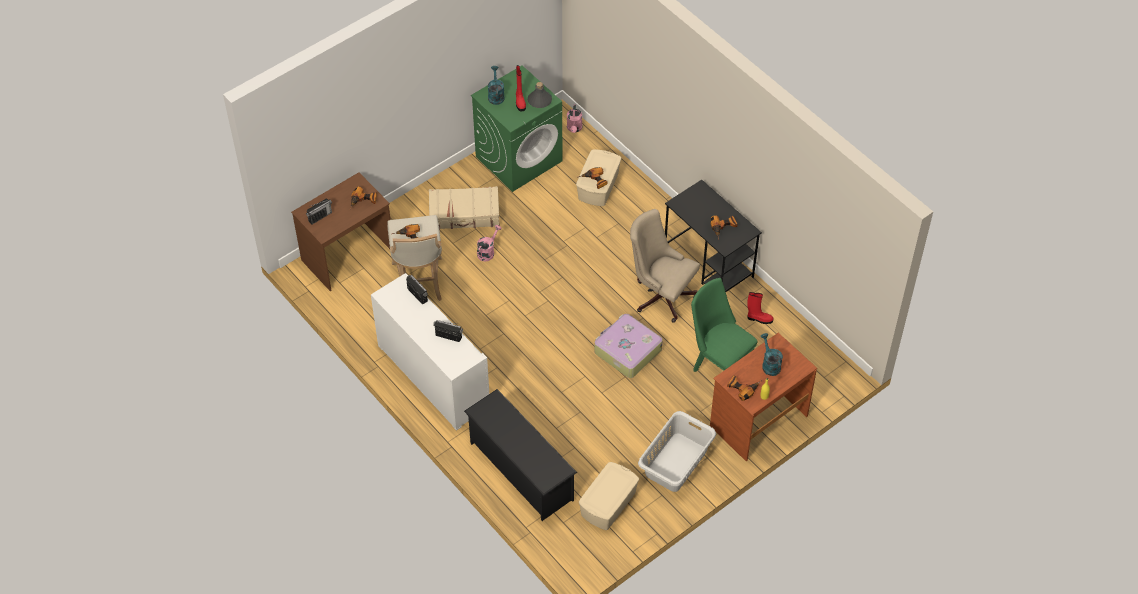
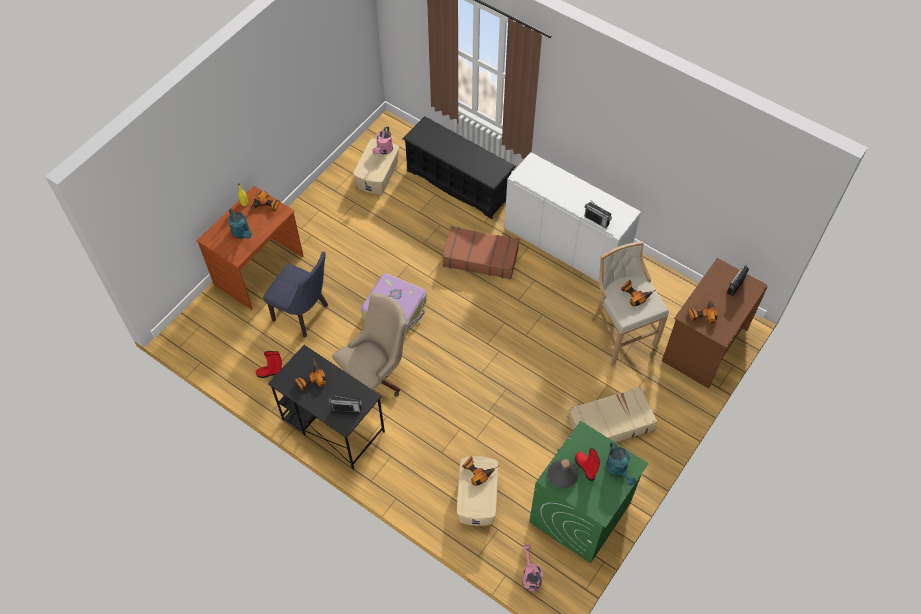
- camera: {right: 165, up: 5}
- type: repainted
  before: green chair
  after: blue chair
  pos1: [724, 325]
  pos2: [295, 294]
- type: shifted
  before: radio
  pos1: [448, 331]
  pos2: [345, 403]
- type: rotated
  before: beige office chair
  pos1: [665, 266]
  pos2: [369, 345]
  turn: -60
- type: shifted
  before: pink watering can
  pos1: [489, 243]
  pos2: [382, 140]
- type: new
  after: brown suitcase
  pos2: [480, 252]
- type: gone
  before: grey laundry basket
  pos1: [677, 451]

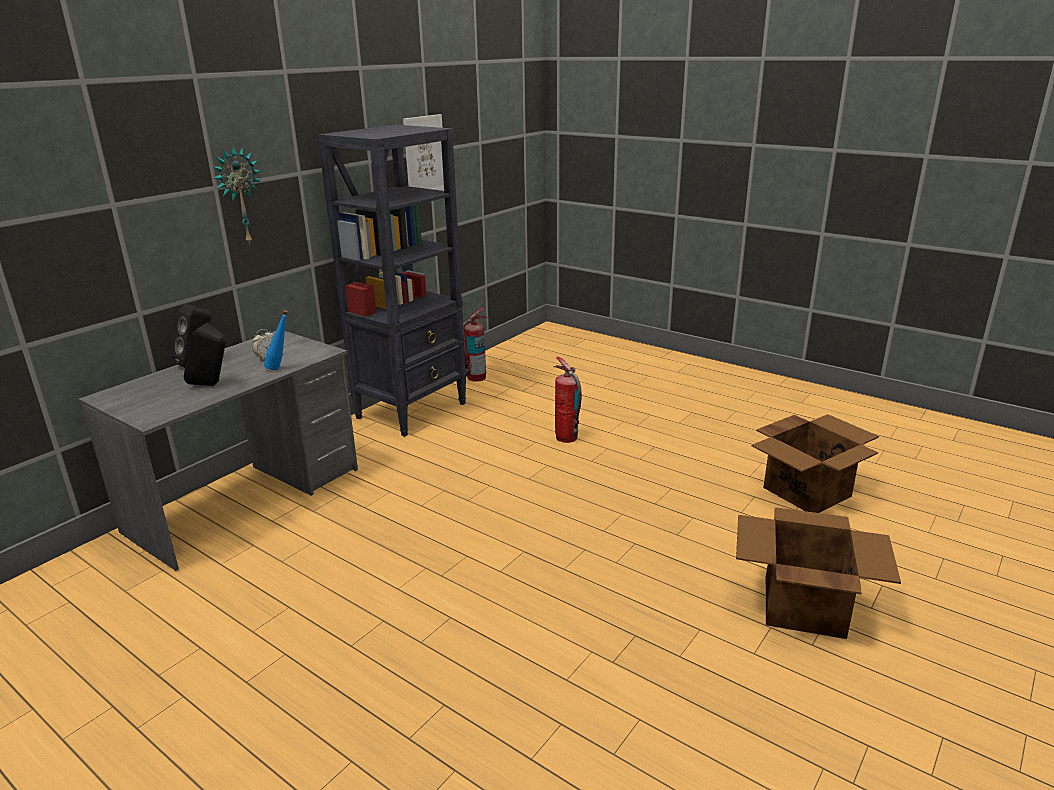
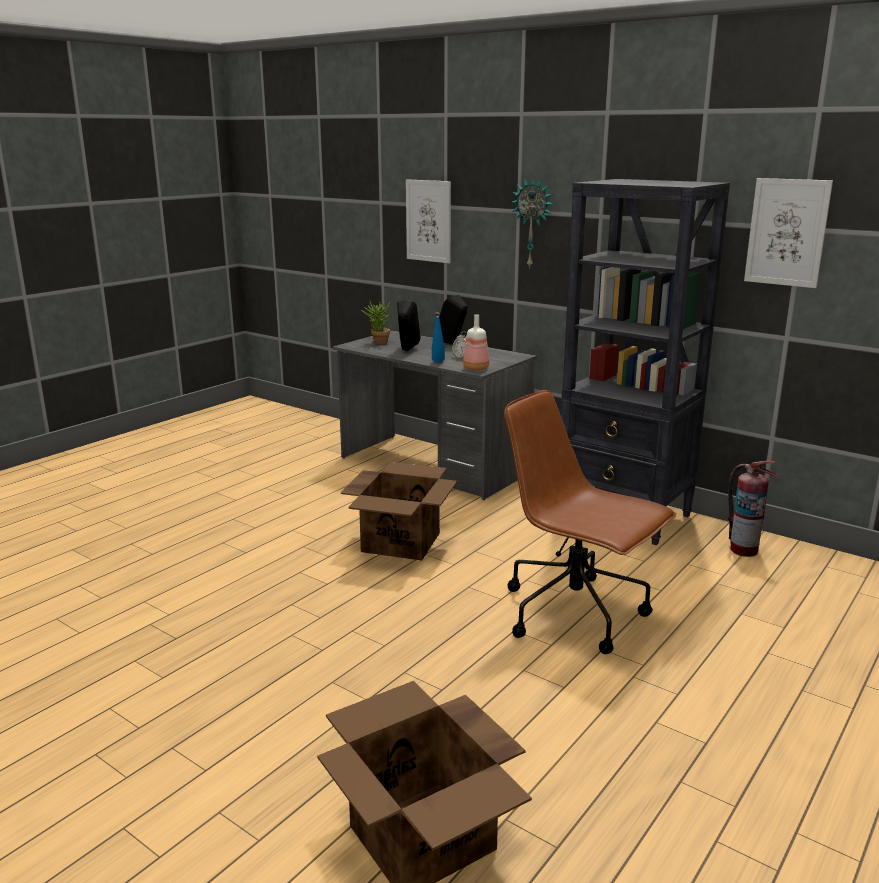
- camera: {right: 90, up: -5}
- type: shifted
  before: cardboard box
  pos1: [818, 573]
  pos2: [399, 511]
- type: new
  after: potted plant
  pos2: [376, 322]
- type: new
  after: picture
  pos2: [428, 221]
- type: new
  after: bottle
  pos2: [476, 342]
- type: swapped
  before: fire extinguisher
  after: brown office chair
  pos1: [567, 400]
  pos2: [590, 522]

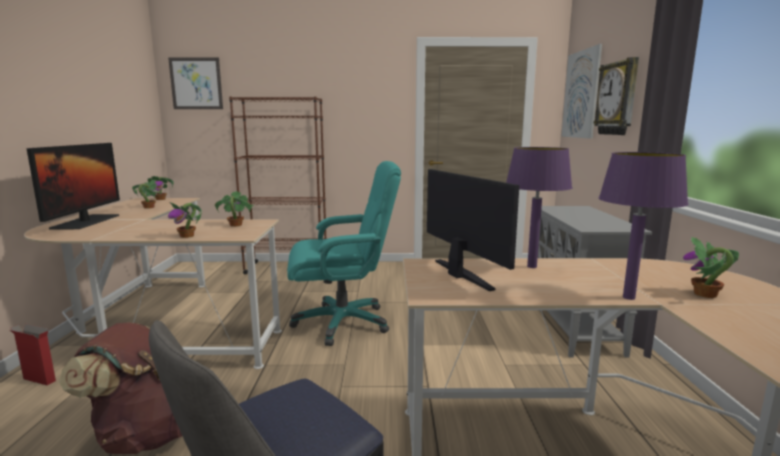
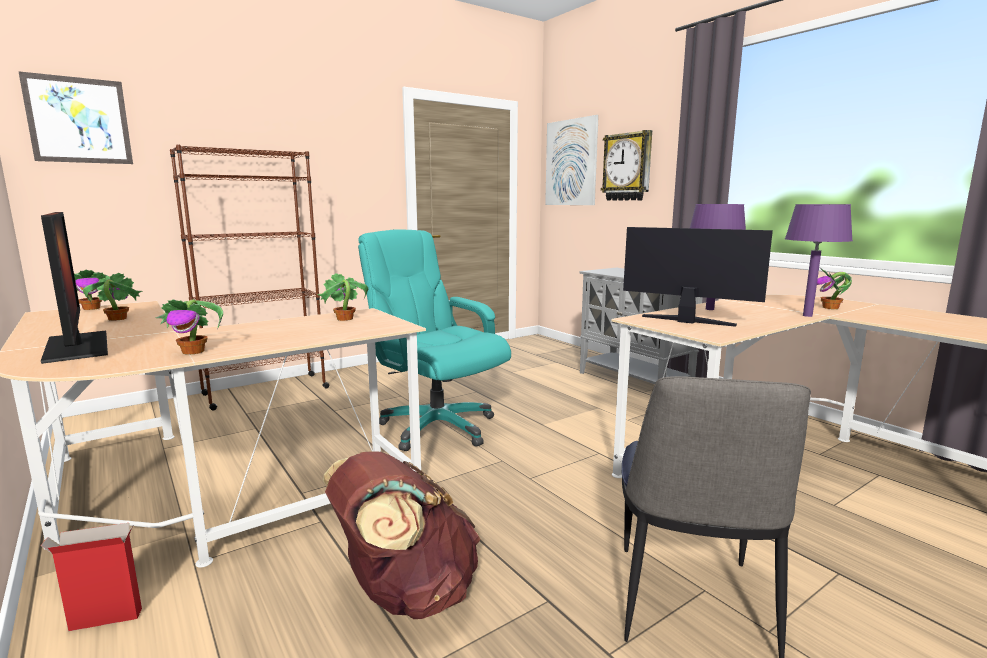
- camera: {right: -35, up: 0}
- type: shifted
  before: potted plant
  pos1: [185, 220]
  pos2: [189, 327]
- type: rotated
  before: turquoise office chair
  pos1: [344, 253]
  pos2: [434, 340]
  turn: -90

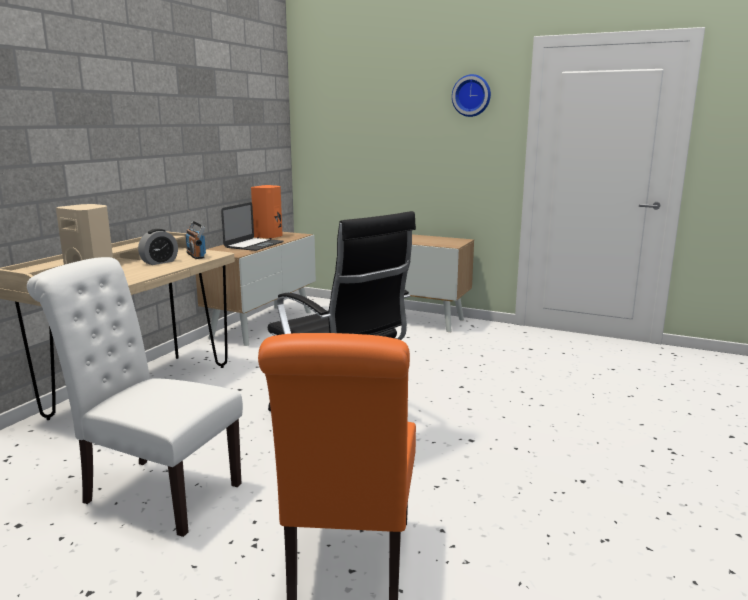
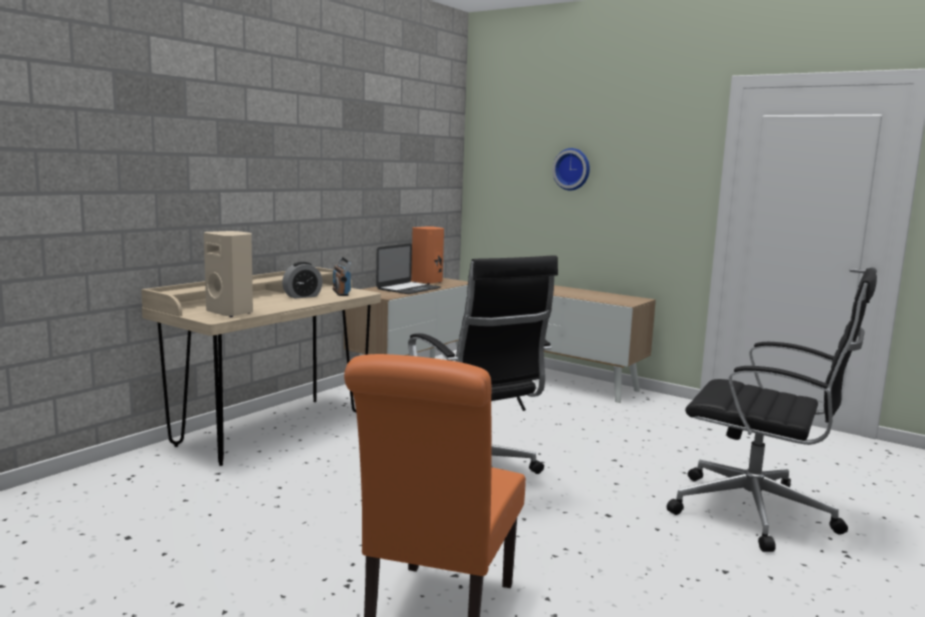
- camera: {right: 10, up: -5}
- type: shifted
  before: wall clock
  pos1: [471, 95]
  pos2: [571, 169]
- type: new
  after: black office chair
  pos2: [772, 410]
- type: gone
  before: white chair
  pos1: [135, 397]

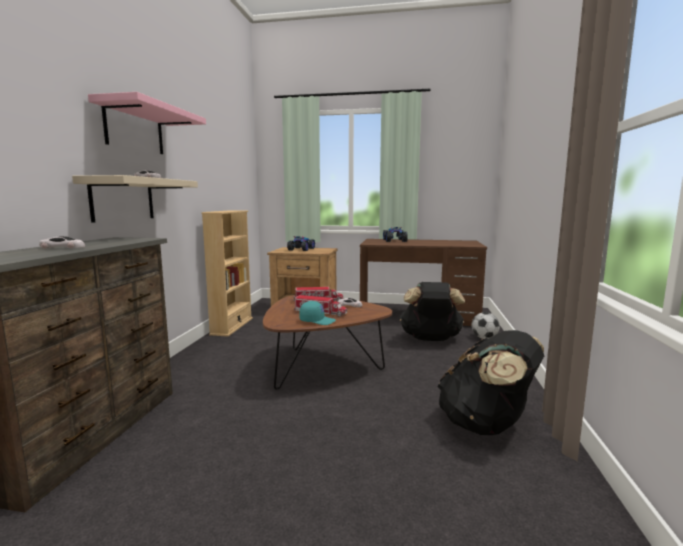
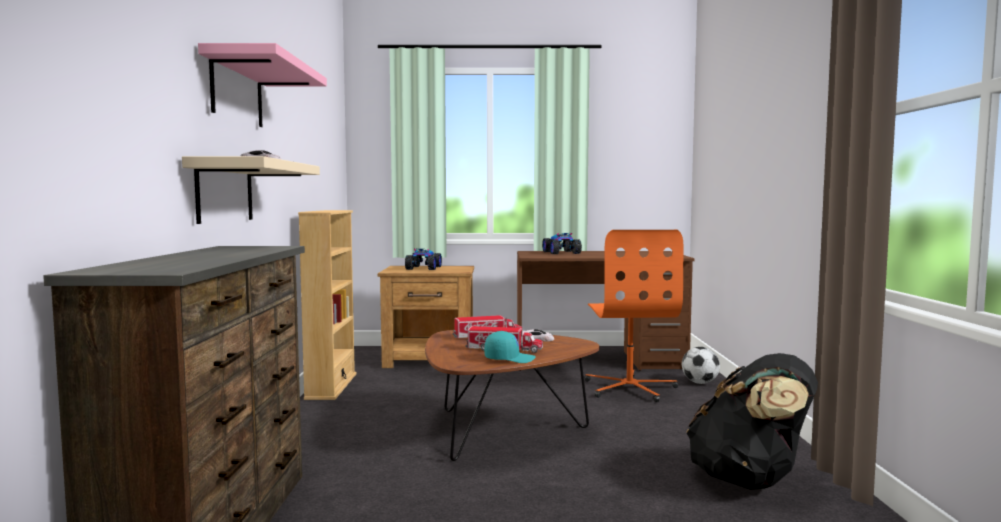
- camera: {right: -10, up: -5}
- type: swapped
  before: black backpack
  after: orange office chair
  pos1: [432, 311]
  pos2: [634, 316]
- type: gone
  before: white toy car
  pos1: [62, 242]

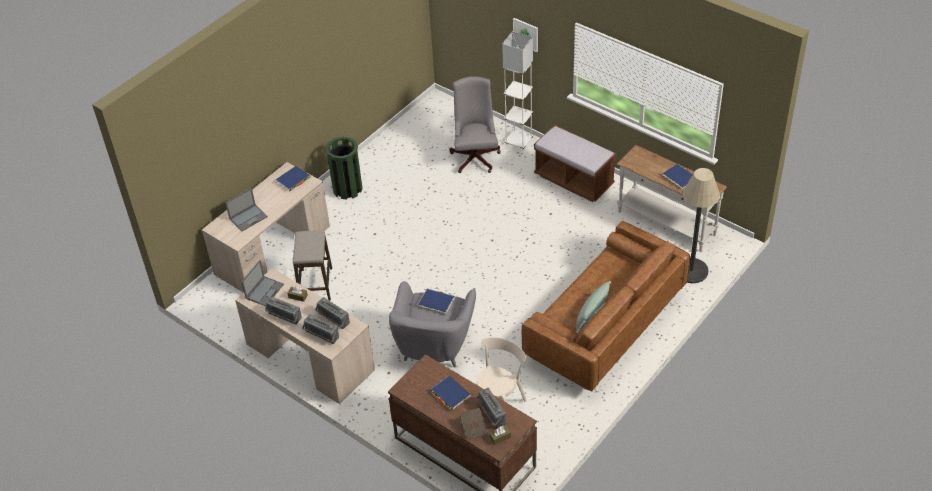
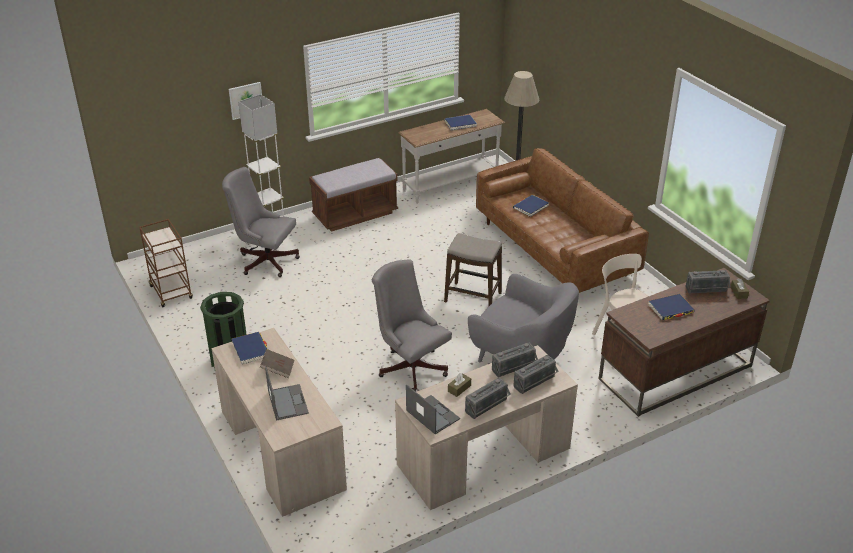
- camera: {right: -70, up: -10}
- type: new
  after: brown cart
  pos2: [166, 263]
- type: shifted
  before: brown book
  pos1: [474, 423]
  pos2: [277, 363]
- type: new
  after: grey office chair
  pos2: [412, 325]
- type: shifted
  before: stool
  pos1: [312, 265]
  pos2: [473, 269]
- type: shifted
  before: blue book
  pos1: [436, 301]
  pos2: [531, 206]
- type: gone
  before: green pillow
  pos1: [593, 307]

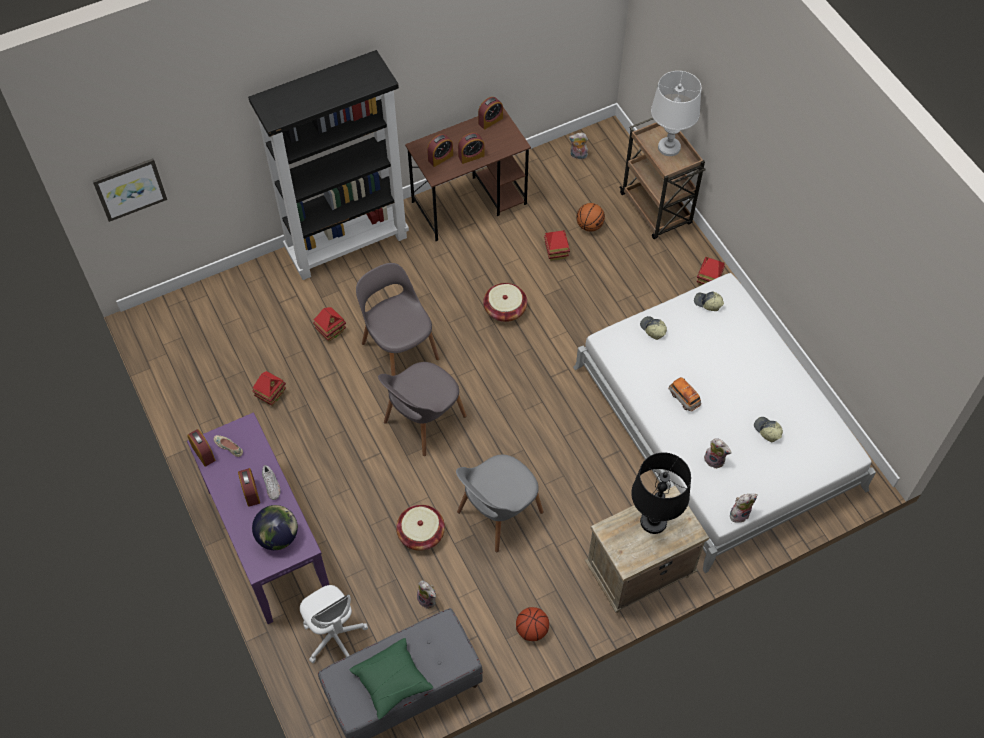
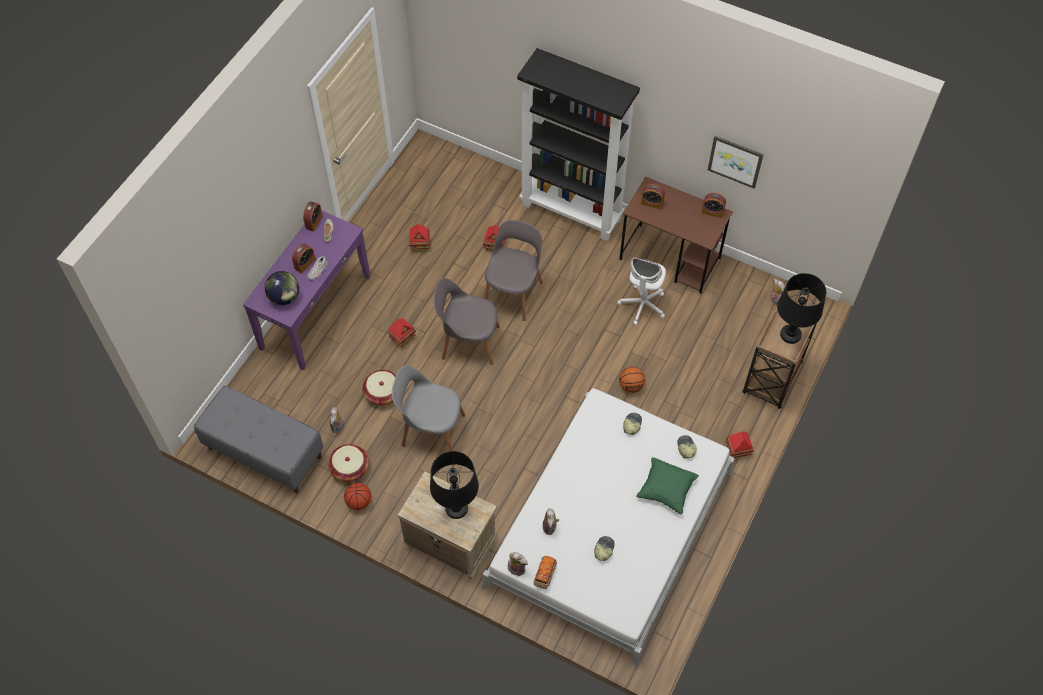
- camera: {right: 55, up: 0}
- type: shifted
  before: basket
  pos1: [505, 302]
  pos2: [348, 463]
- type: shifted
  before: toy house
  pos1: [557, 245]
  pos2: [402, 332]
- type: shifted
  before: toy car
  pos1: [684, 394]
  pos2: [545, 572]
- type: shifted
  before: white office chair
  pos1: [334, 624]
  pos2: [642, 291]
- type: shifted
  before: basketball
  pos1: [590, 217]
  pos2: [632, 380]
- type: shifted
  before: green pillow
  pos1: [391, 679]
  pos2: [667, 486]
- type: shifted
  before: picture
  pos1: [130, 190]
  pos2: [736, 162]
- type: repainted
  before: white table lamp
  after: black table lamp
  pos1: [676, 113]
  pos2: [801, 308]
- type: gone
  before: alarm clock
  pos1: [471, 148]

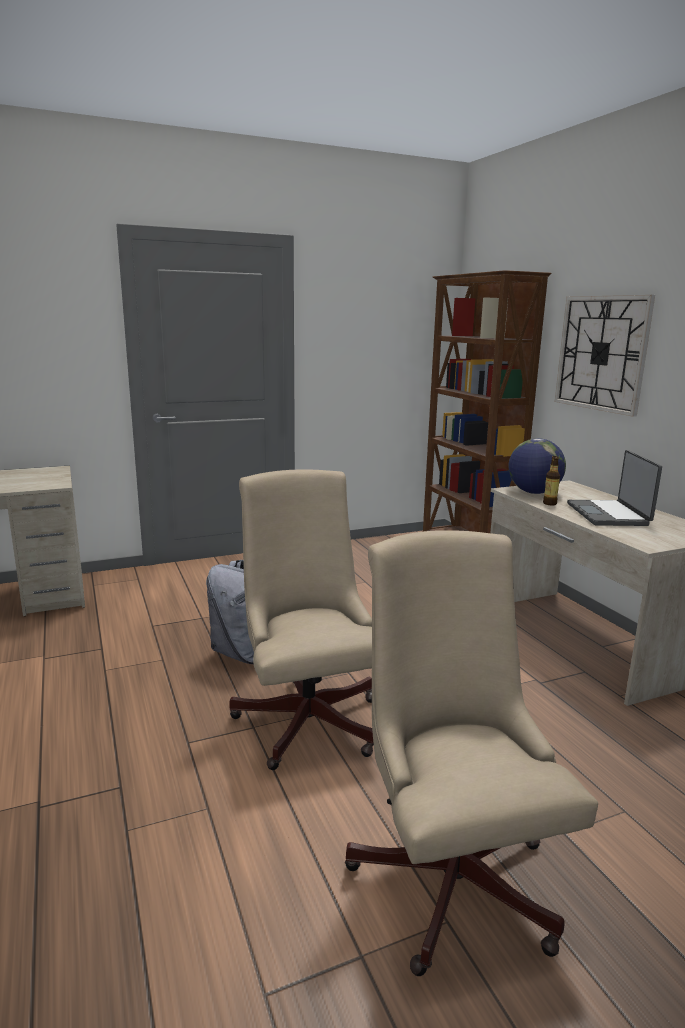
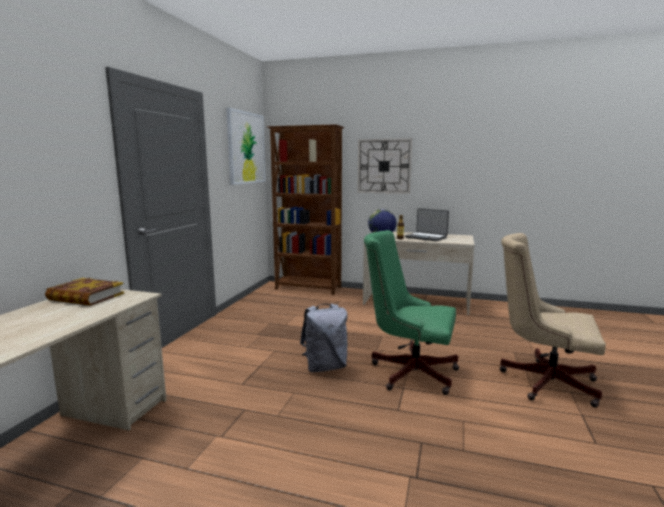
- camera: {right: -50, up: -5}
- type: new
  after: book
  pos2: [84, 292]
- type: new
  after: picture
  pos2: [246, 146]
- type: repainted
  before: beige office chair
  after: green office chair
  pos1: [301, 620]
  pos2: [411, 312]

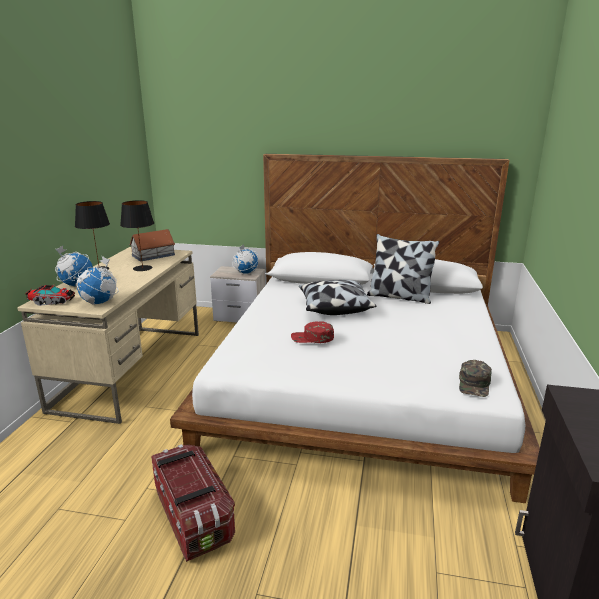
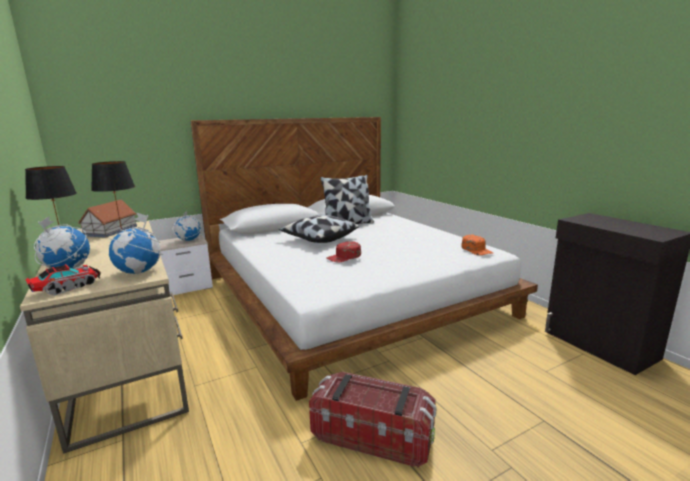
- camera: {right: -40, up: -5}
- type: repainted
  before: green cap
  after: orange cap
  pos1: [475, 378]
  pos2: [477, 244]

